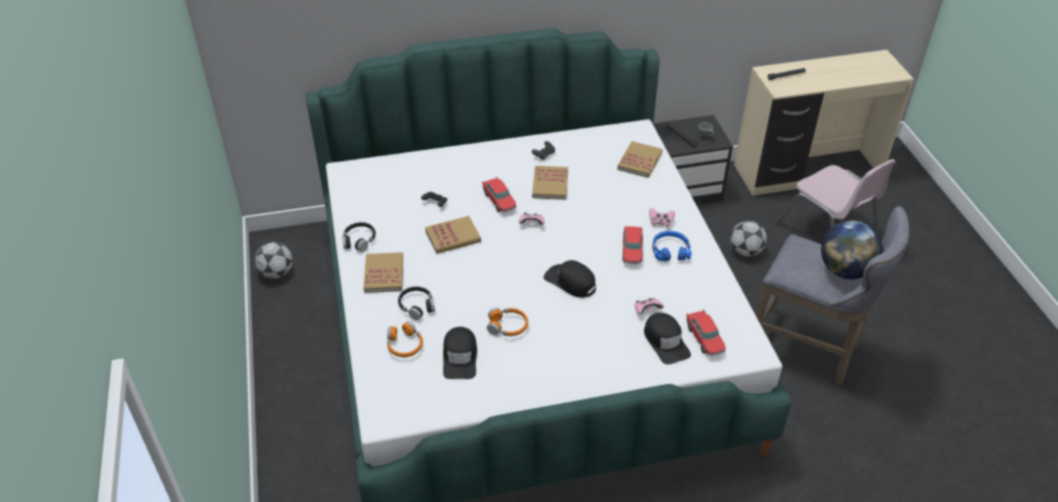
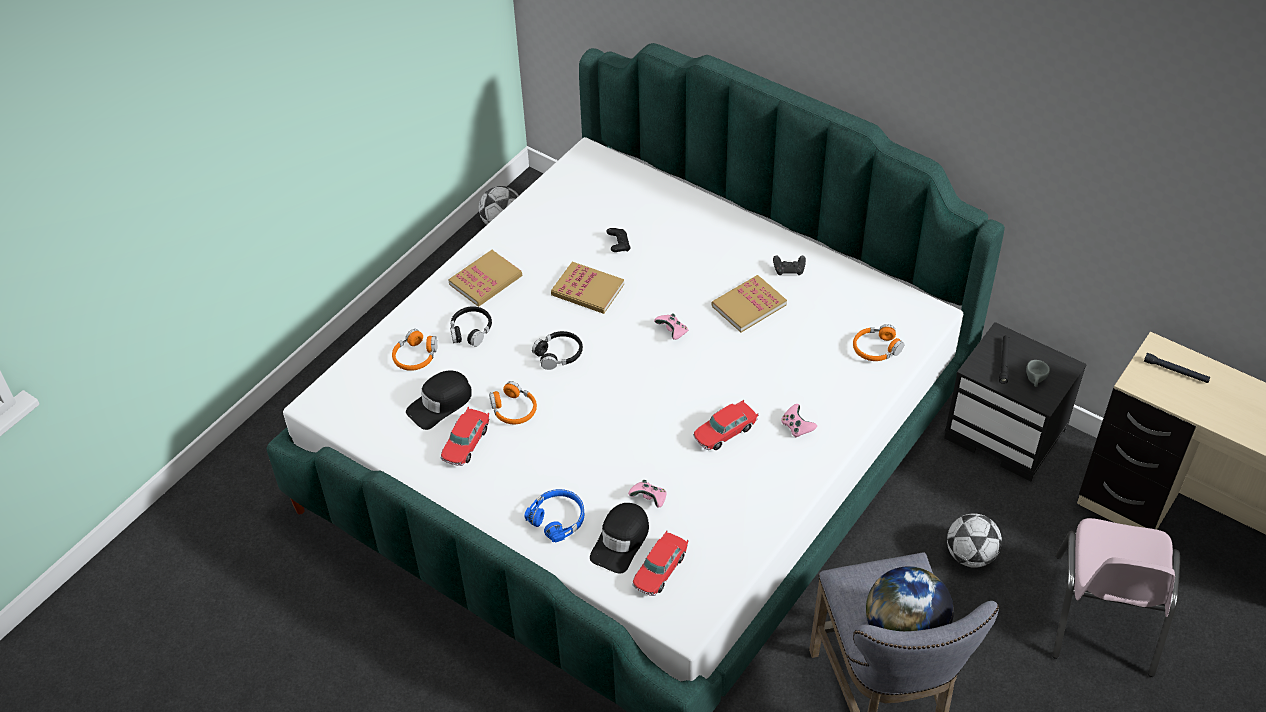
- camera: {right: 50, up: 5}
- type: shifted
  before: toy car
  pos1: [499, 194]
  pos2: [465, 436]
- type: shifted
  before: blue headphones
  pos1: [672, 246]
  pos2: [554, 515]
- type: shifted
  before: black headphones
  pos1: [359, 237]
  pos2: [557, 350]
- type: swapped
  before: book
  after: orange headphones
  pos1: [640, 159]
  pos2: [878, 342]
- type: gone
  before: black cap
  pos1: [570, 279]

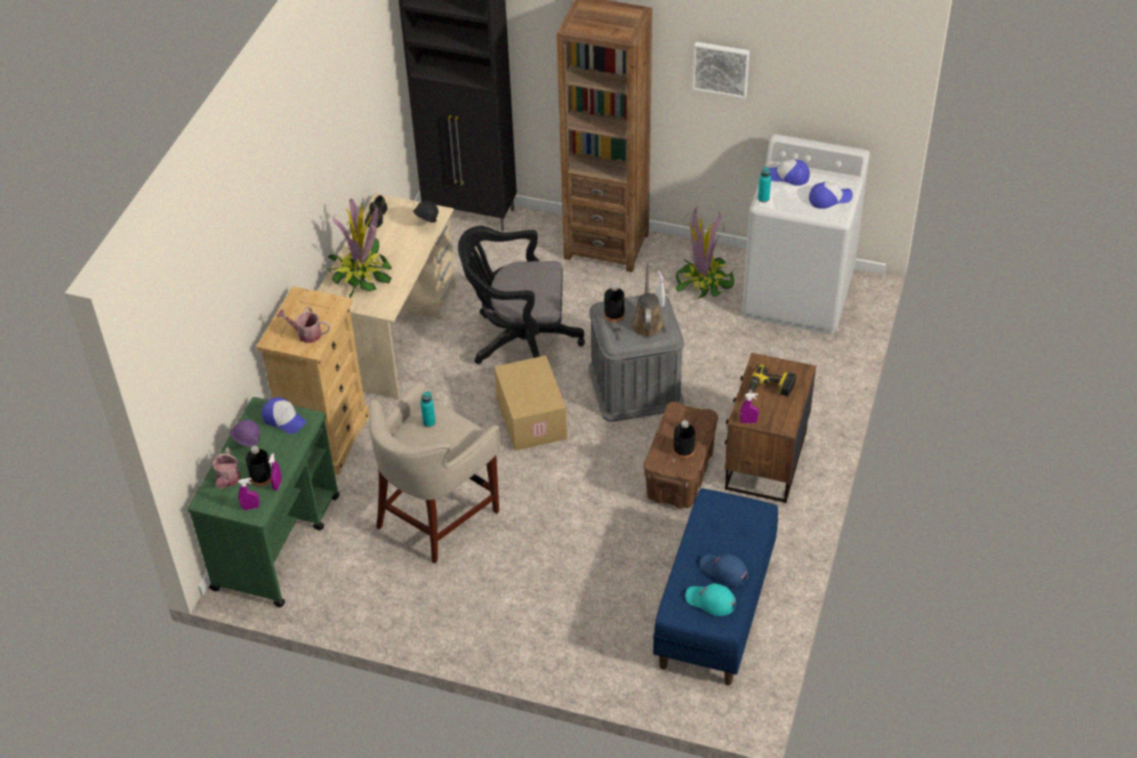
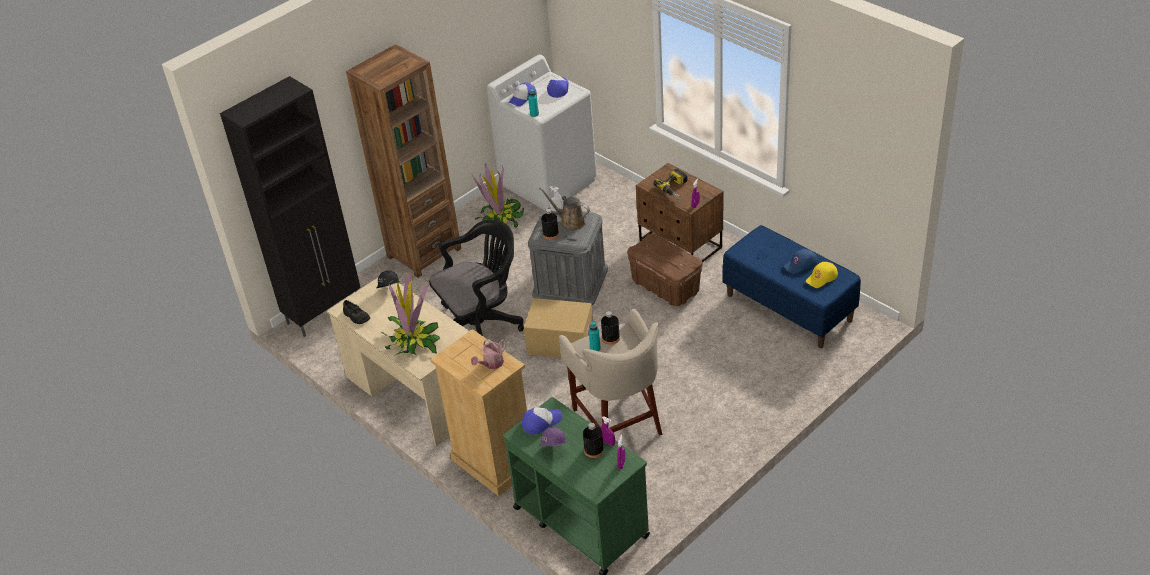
- camera: {right: -60, up: -5}
- type: rotated
  before: black office chair
  pos1: [521, 295]
  pos2: [476, 277]
  turn: -150
- type: shifted
  before: black bottle
  pos1: [684, 439]
  pos2: [610, 328]
- type: repainted
  before: turquoise cap
  after: yellow cap
  pos1: [710, 599]
  pos2: [822, 275]
- type: gone
  before: watering can
  pos1: [226, 468]
- type: gone
  before: picture
  pos1: [721, 70]

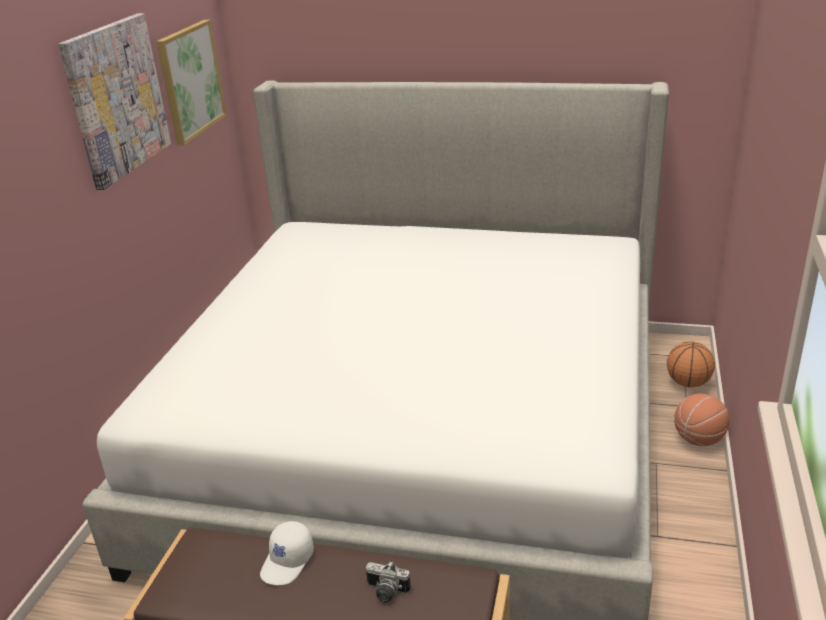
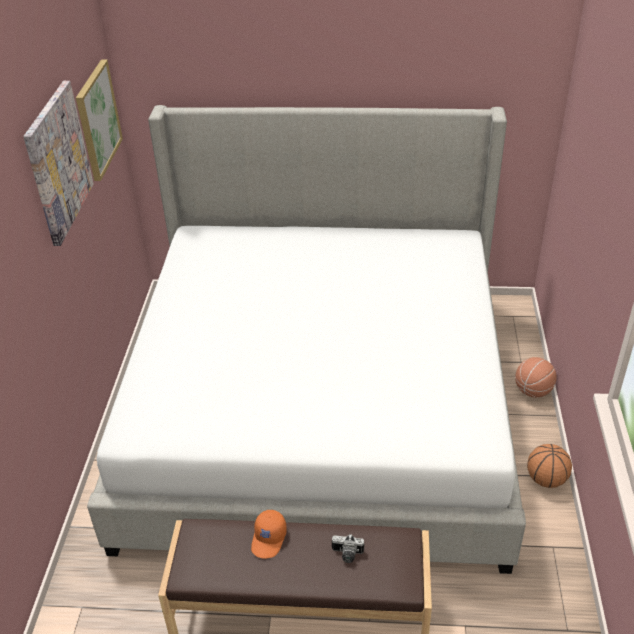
- camera: {right: -10, up: 10}
- type: repainted
  before: white cap
  after: orange cap
  pos1: [287, 553]
  pos2: [269, 534]
- type: shifted
  before: basketball
  pos1: [691, 364]
  pos2: [549, 466]

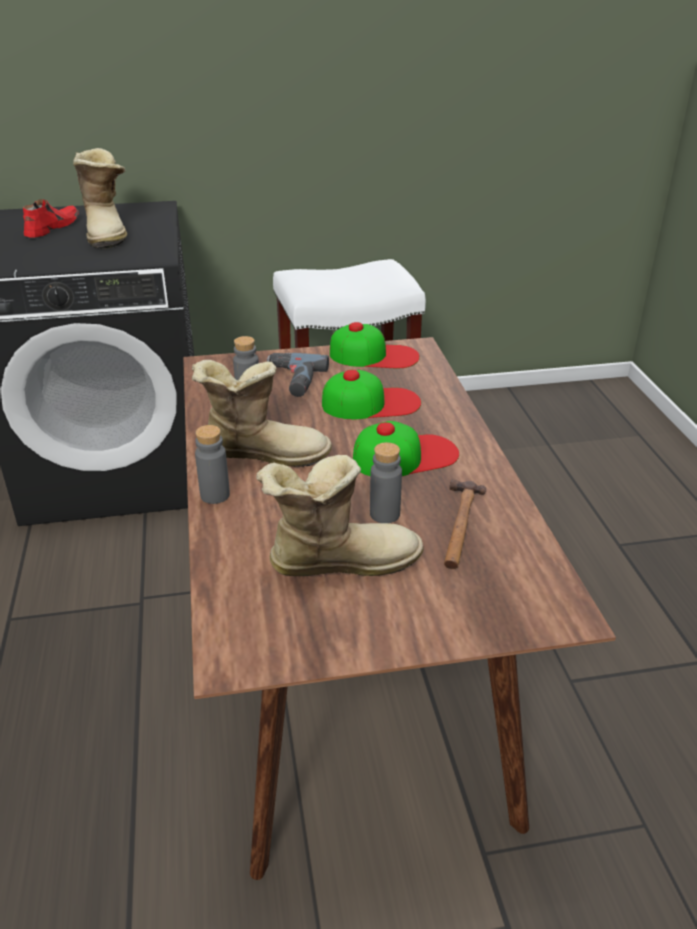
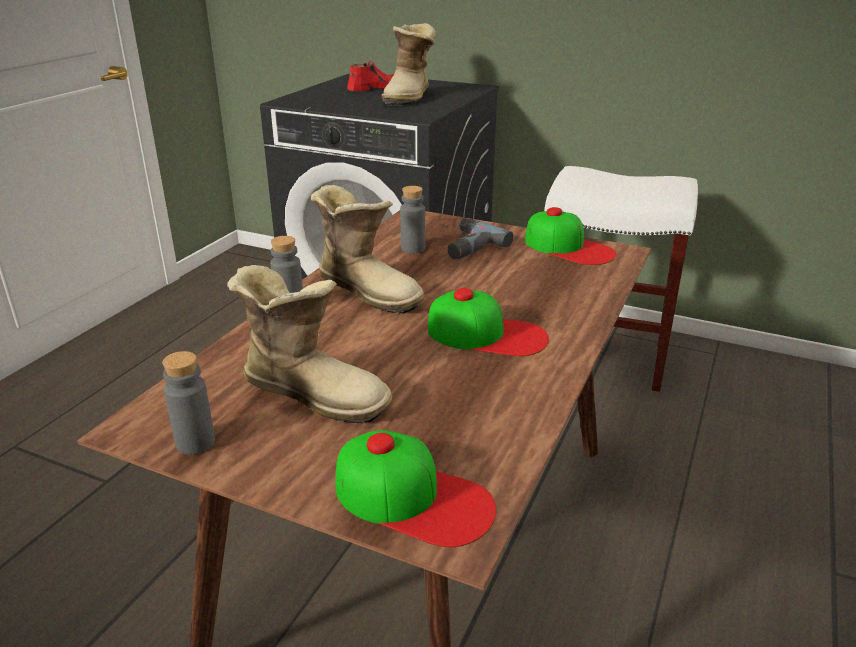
- camera: {right: 35, up: -5}
- type: shifted
  before: grey bottle
  pos1: [386, 482]
  pos2: [188, 403]
- type: shifted
  before: cap
  pos1: [371, 394]
  pos2: [415, 488]
- type: gone
  before: hammer
  pos1: [465, 524]

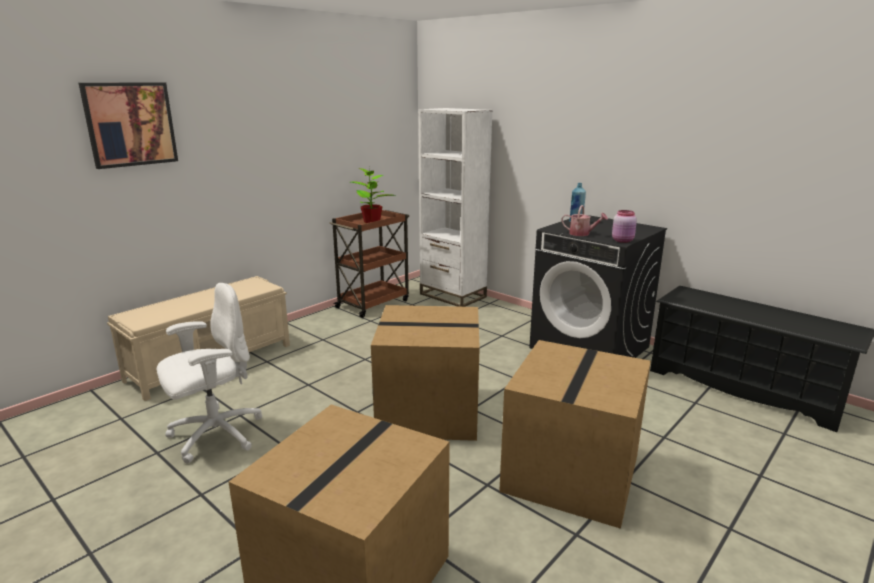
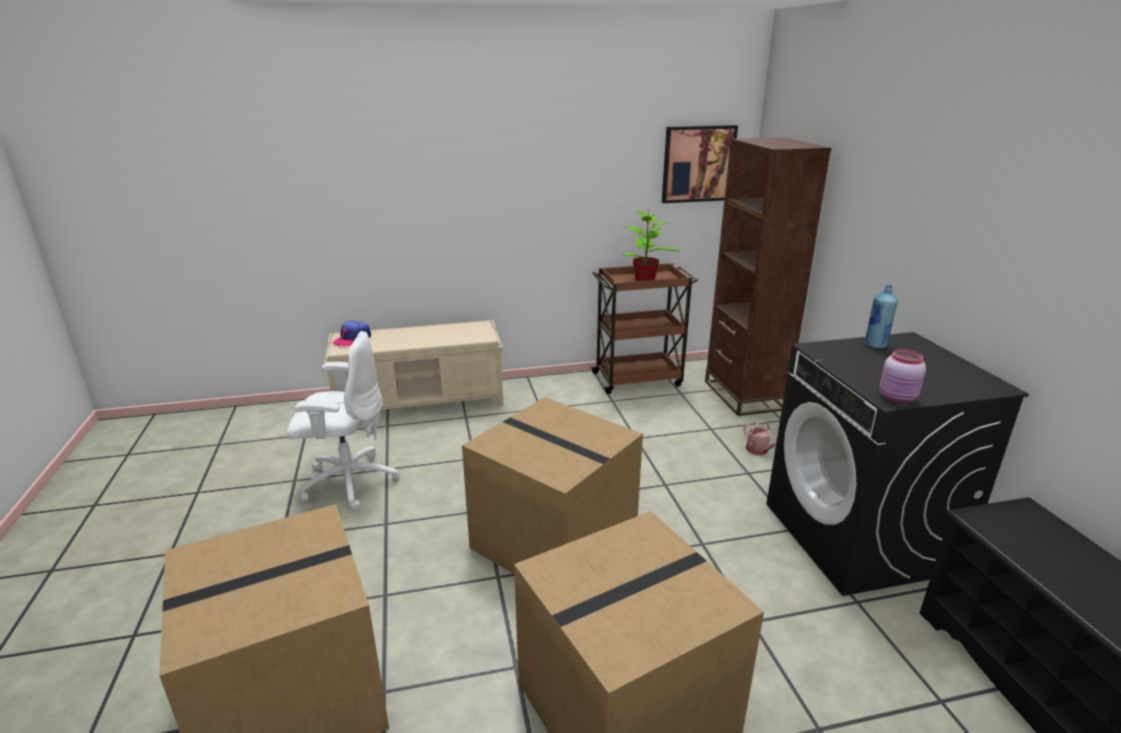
- camera: {right: 35, up: 5}
- type: new
  after: cap
  pos2: [351, 334]
- type: shifted
  before: picture
  pos1: [128, 125]
  pos2: [700, 164]
- type: repainted
  before: white bookcase
  after: brown bookcase
  pos1: [455, 207]
  pos2: [768, 276]
- type: shifted
  before: watering can
  pos1: [584, 220]
  pos2: [760, 437]

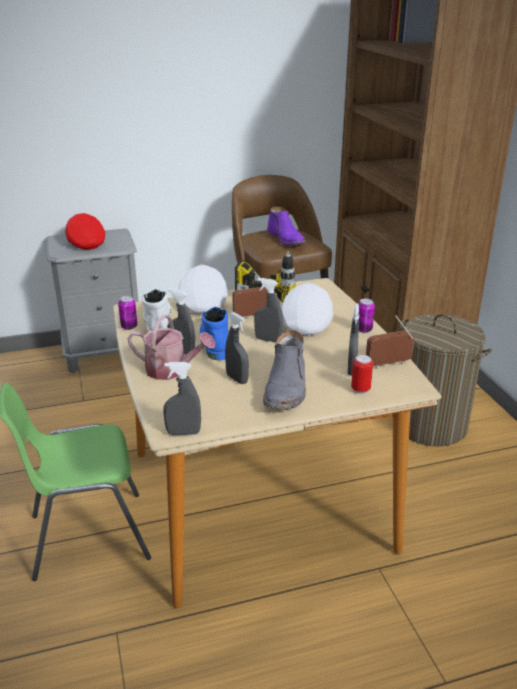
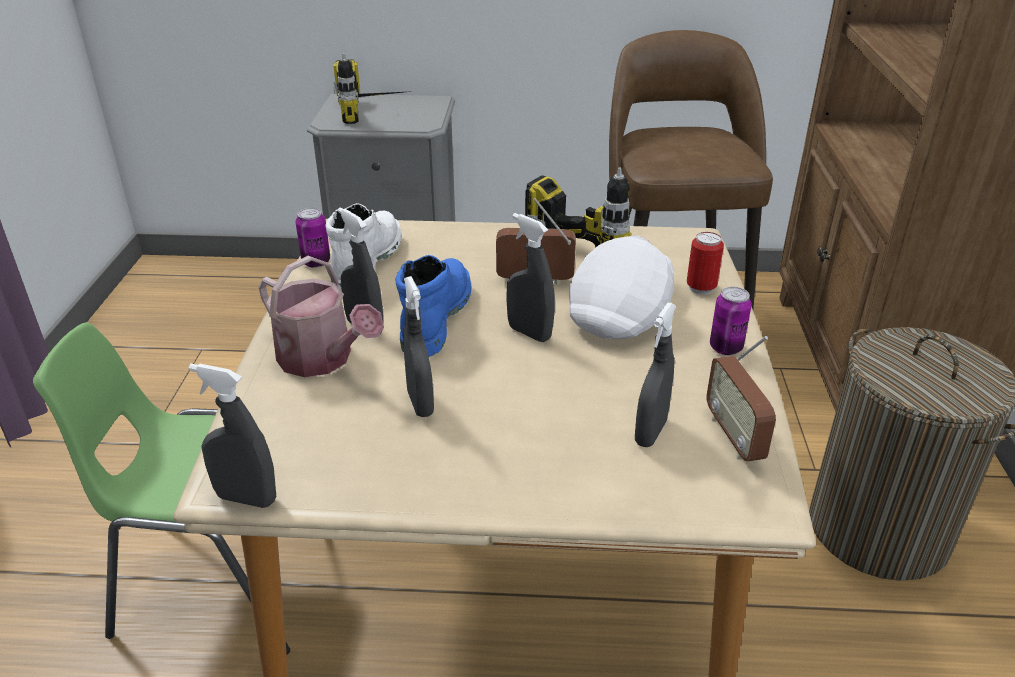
- camera: {right: 20, up: 5}
- type: swapped
  before: red cap
  after: power drill
  pos1: [85, 231]
  pos2: [373, 88]
- type: shifted
  before: can
  pos1: [362, 374]
  pos2: [705, 263]
- type: rotated
  before: radio
  pos1: [390, 342]
  pos2: [741, 399]
  turn: -105
- type: gone
  before: white cap
  pos1: [203, 289]
- type: gone
  before: grey boot
  pos1: [284, 370]
- type: gone
  before: purple boot
  pos1: [286, 225]

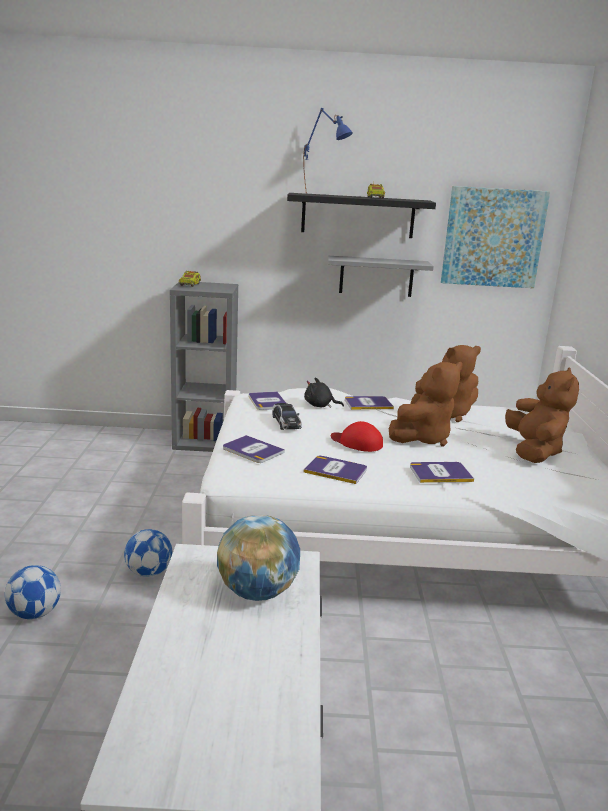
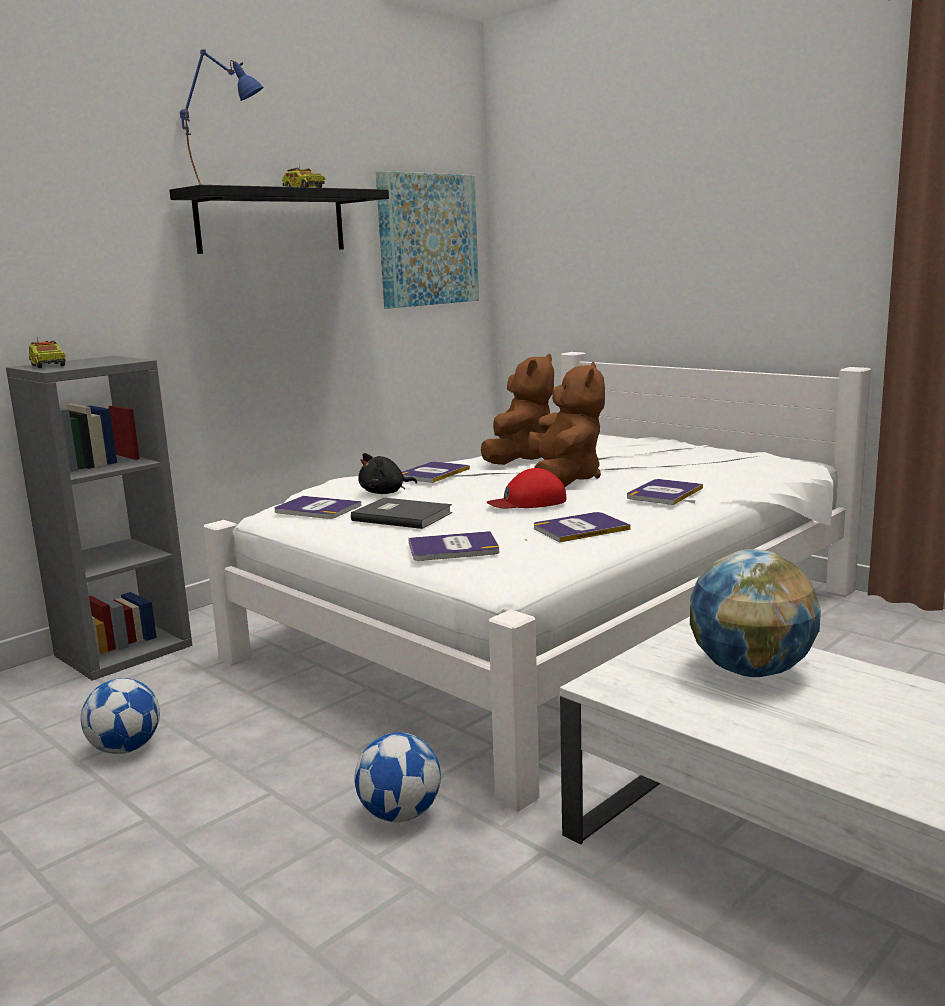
- camera: {right: -45, up: -5}
- type: shifted
  before: football
  pos1: [33, 592]
  pos2: [120, 716]
- type: swapped
  before: toy car
  after: grey book
  pos1: [287, 416]
  pos2: [401, 513]
- type: gone
  before: grey shelf
  pos1: [381, 276]
- type: gone
  before: brown plush toy
  pos1: [542, 415]

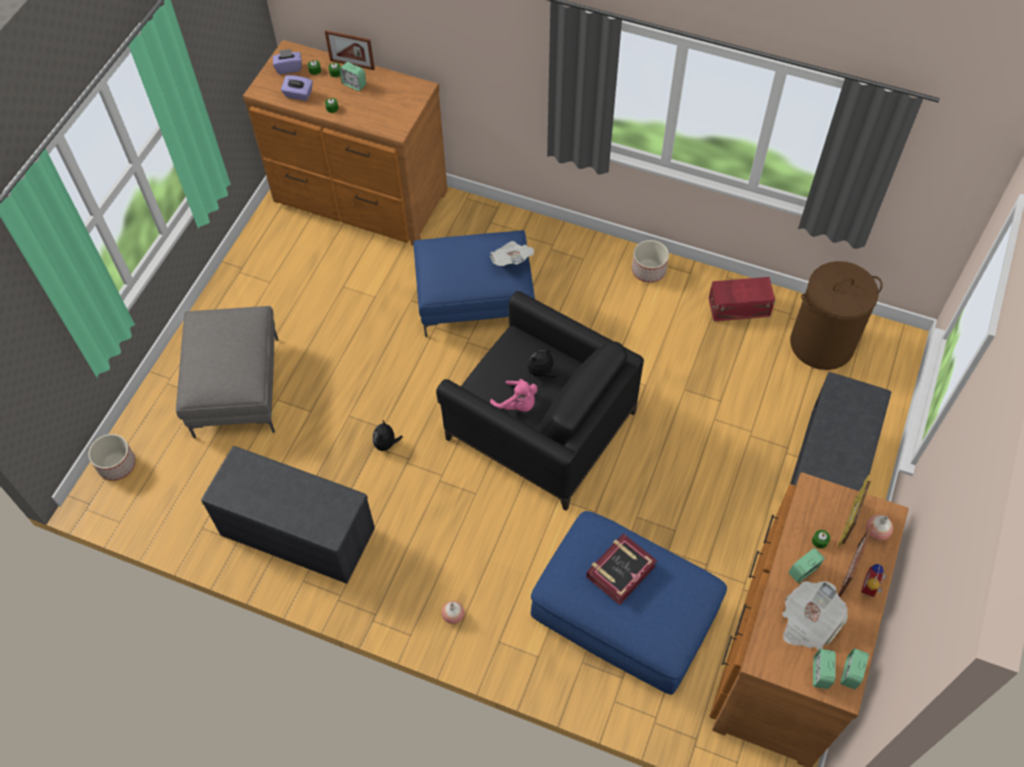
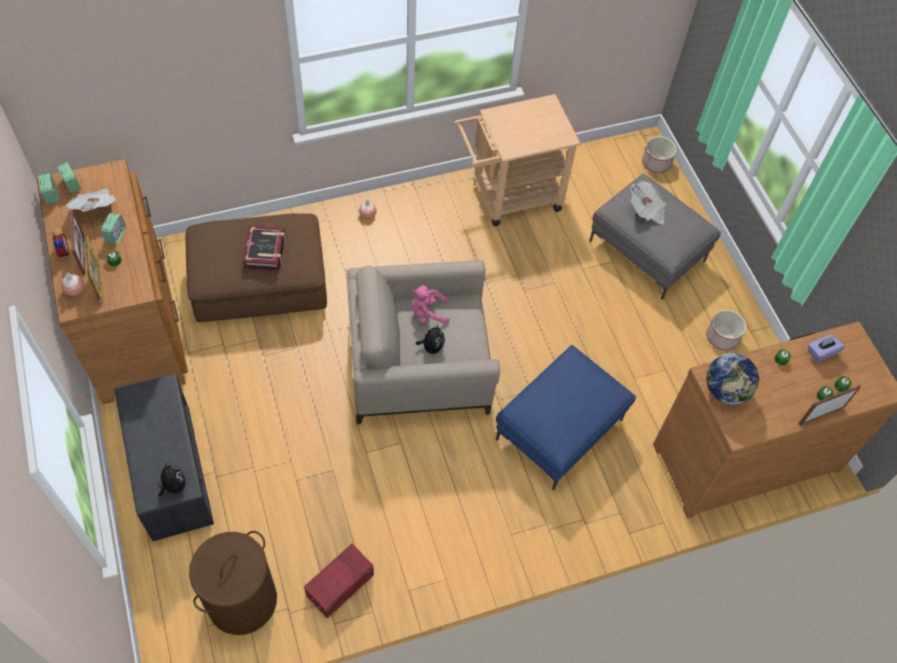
- camera: {right: 135, up: 0}
- type: shifted
  before: plush toy
  pos1: [388, 437]
  pos2: [172, 479]
- type: repainted
  before: blue ottoman
  after: brown ottoman
  pos1: [629, 603]
  pos2: [256, 267]
- type: repainted
  before: black armchair
  after: beige armchair
  pos1: [540, 401]
  pos2: [423, 342]
- type: swapped
  before: grey bench
  after: beige cart
  pos1: [288, 515]
  pos2: [517, 160]
- type: shifted
  before: newspaper
  pos1: [512, 253]
  pos2: [648, 202]
- type: shifted
  before: planter
  pos1: [650, 261]
  pos2: [726, 330]
- type: new
  after: globe
  pos2: [732, 379]
- type: gone
  before: purple tissue box
  pos1: [287, 61]
- type: gone
  before: alarm clock
  pos1: [352, 76]

